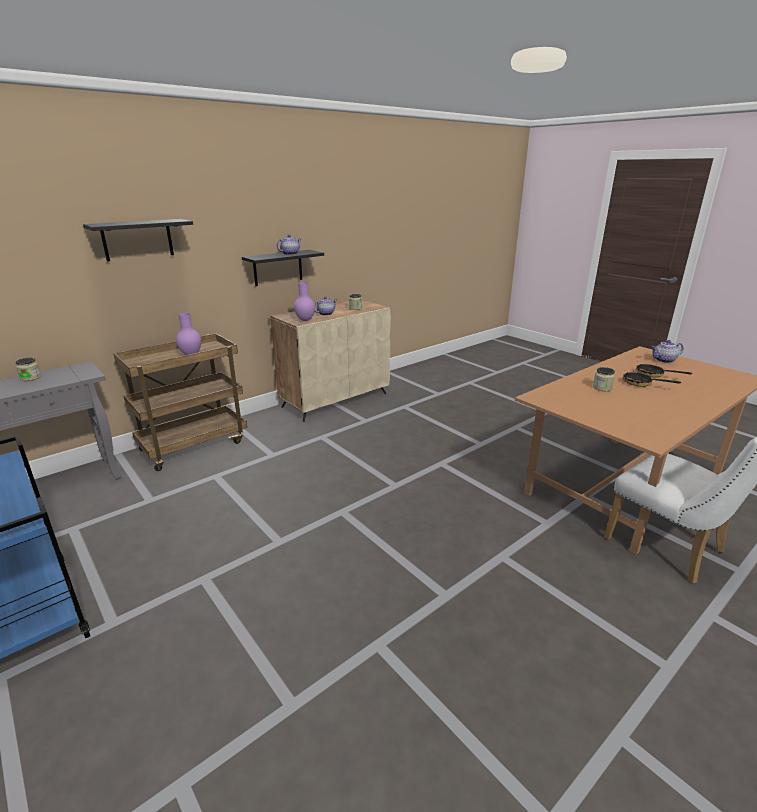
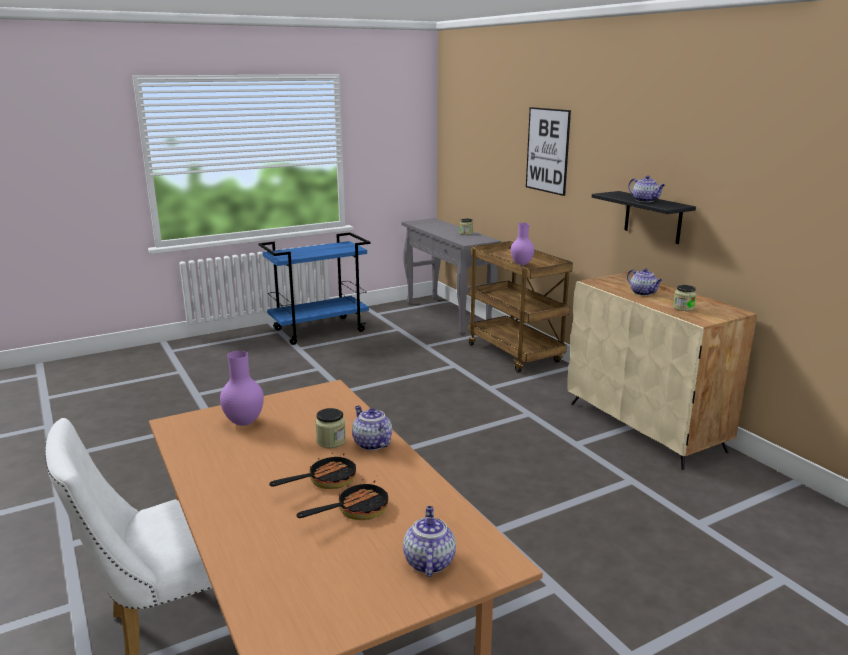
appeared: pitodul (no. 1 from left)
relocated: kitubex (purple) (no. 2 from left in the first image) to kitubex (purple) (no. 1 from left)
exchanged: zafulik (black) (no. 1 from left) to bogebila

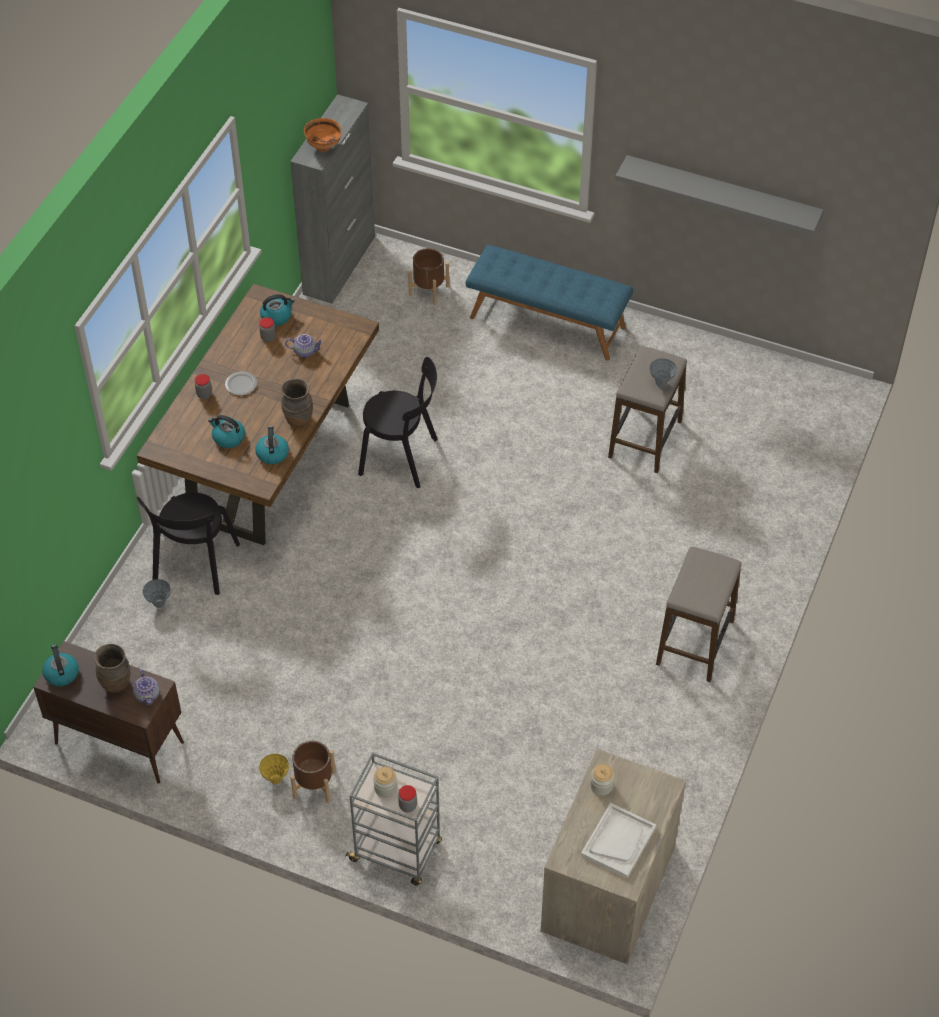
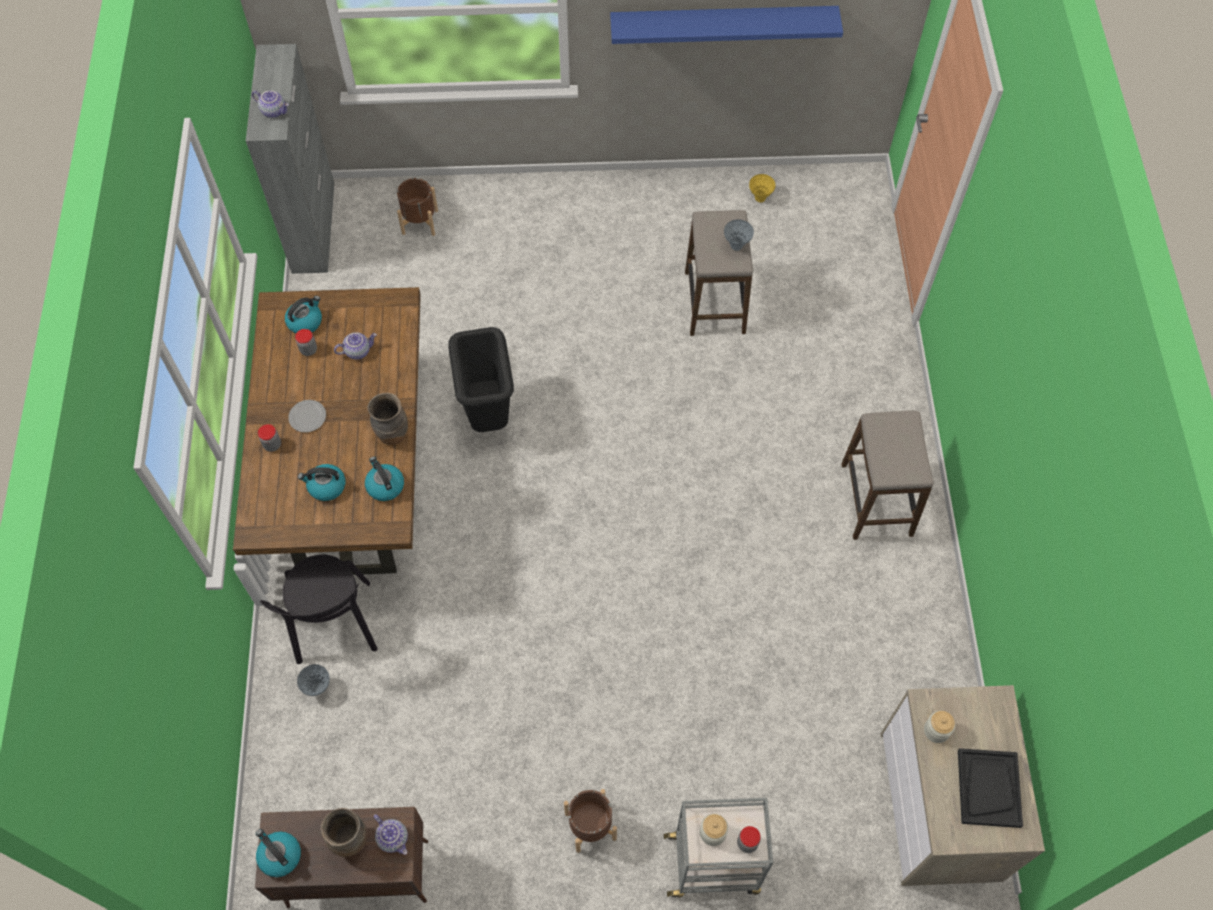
missing: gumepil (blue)
relocated: kitubex (yellow)
exchanged: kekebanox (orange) to pitodul (no. 1 from left); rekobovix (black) (no. 2 from left) to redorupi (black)
colour: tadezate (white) to tadezate (black); zafulik (grey) to zafulik (blue)

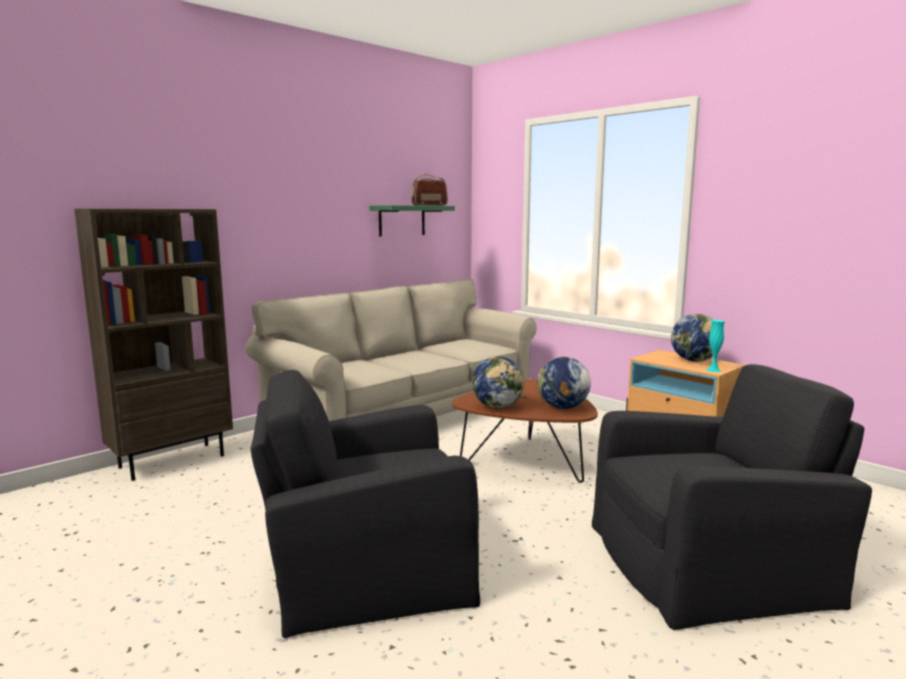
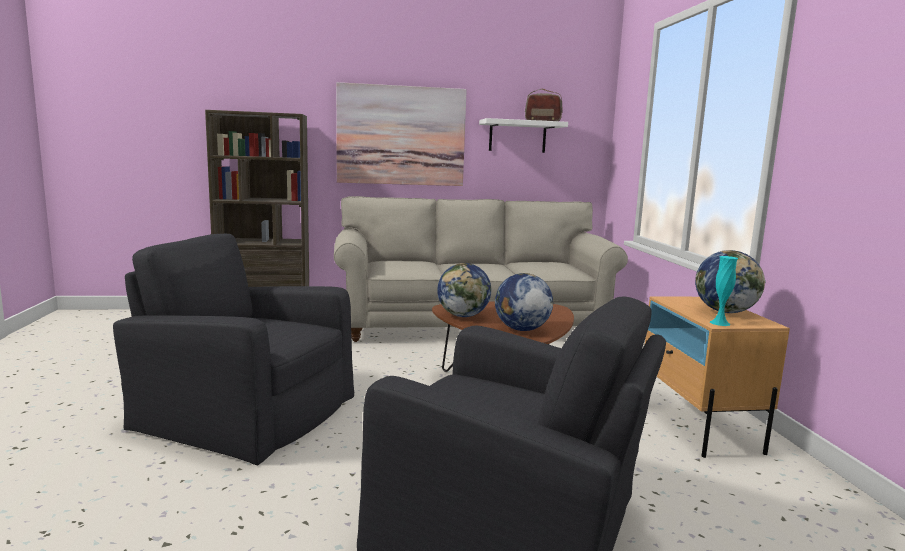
appeared: bogebila
colour: zafulik (green) to zafulik (white)

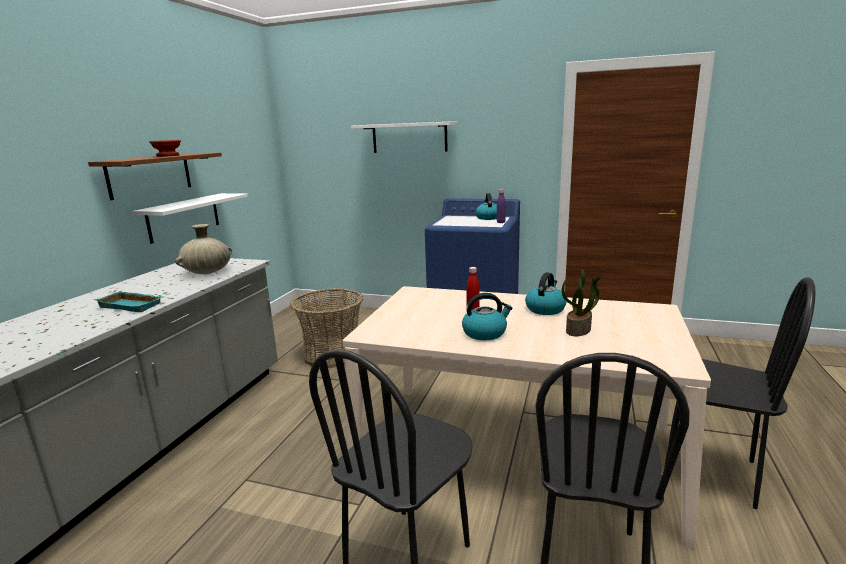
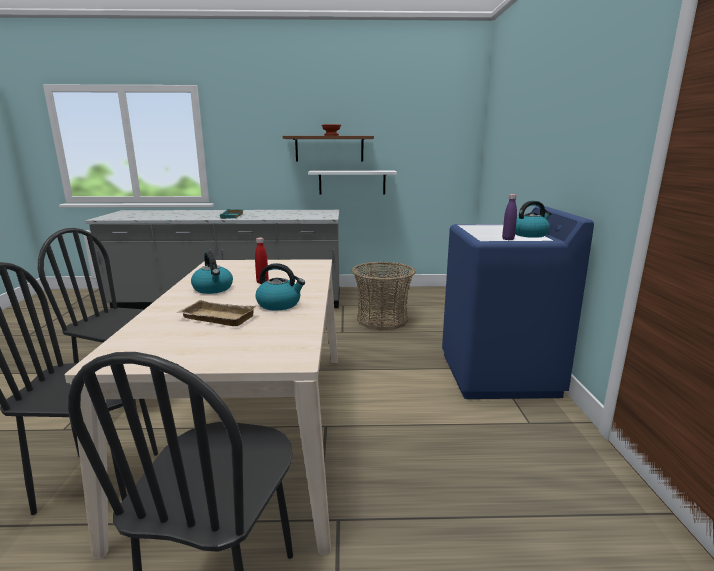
missing: kitubex (beige); zafulik (white) (no. 2 from left)
exchanged: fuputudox to tadezate (beige)

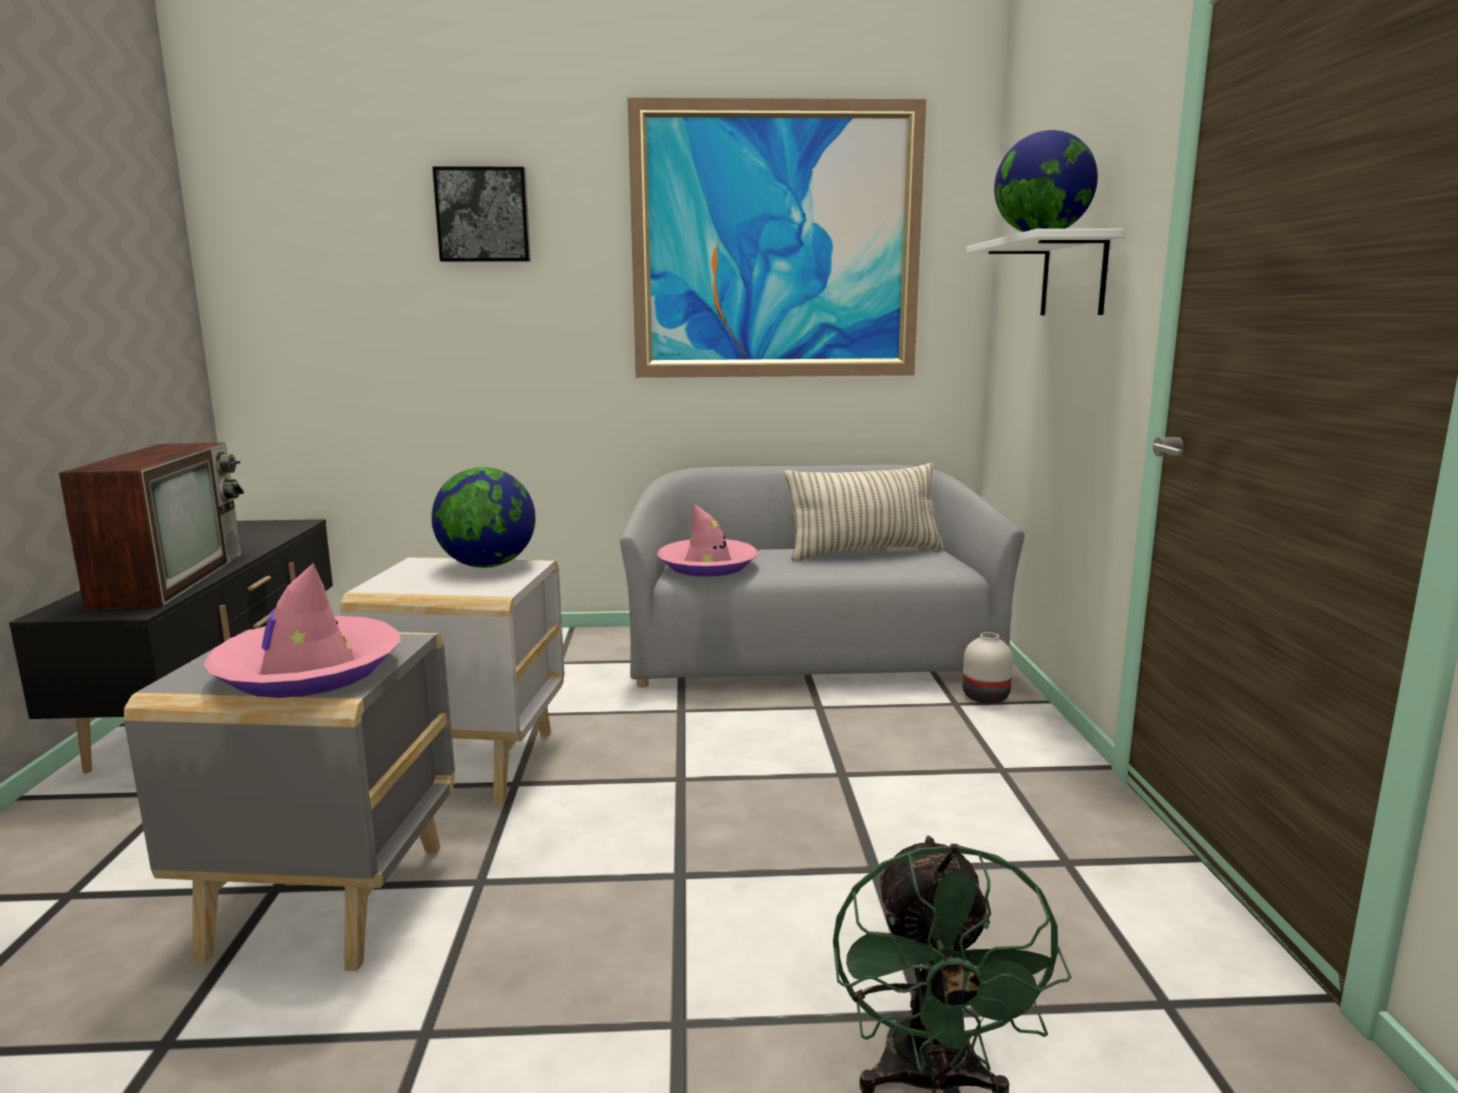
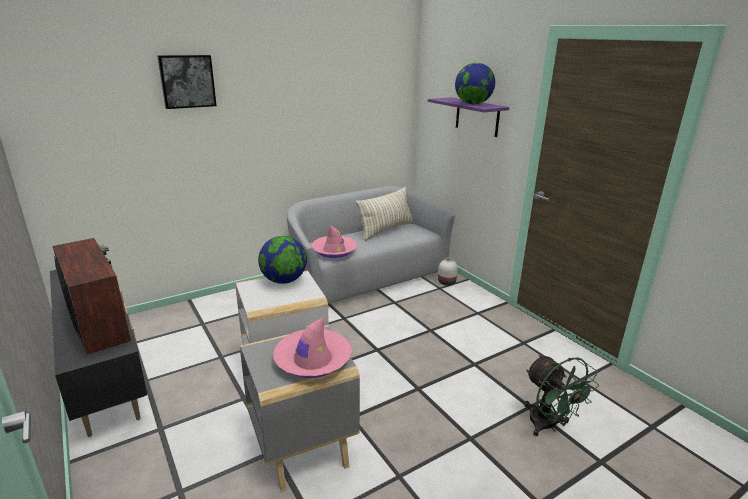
missing: bogebila (no. 2 from left)
colour: zafulik (white) to zafulik (purple)

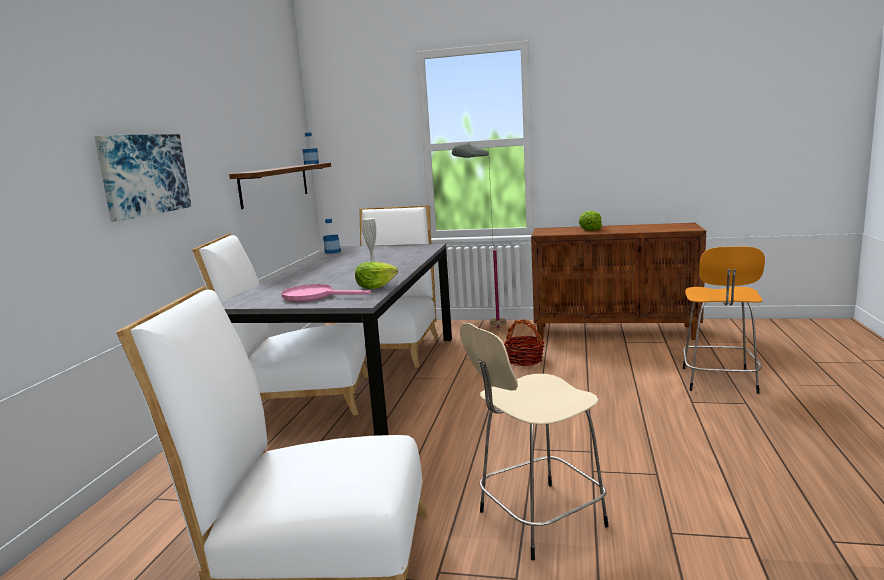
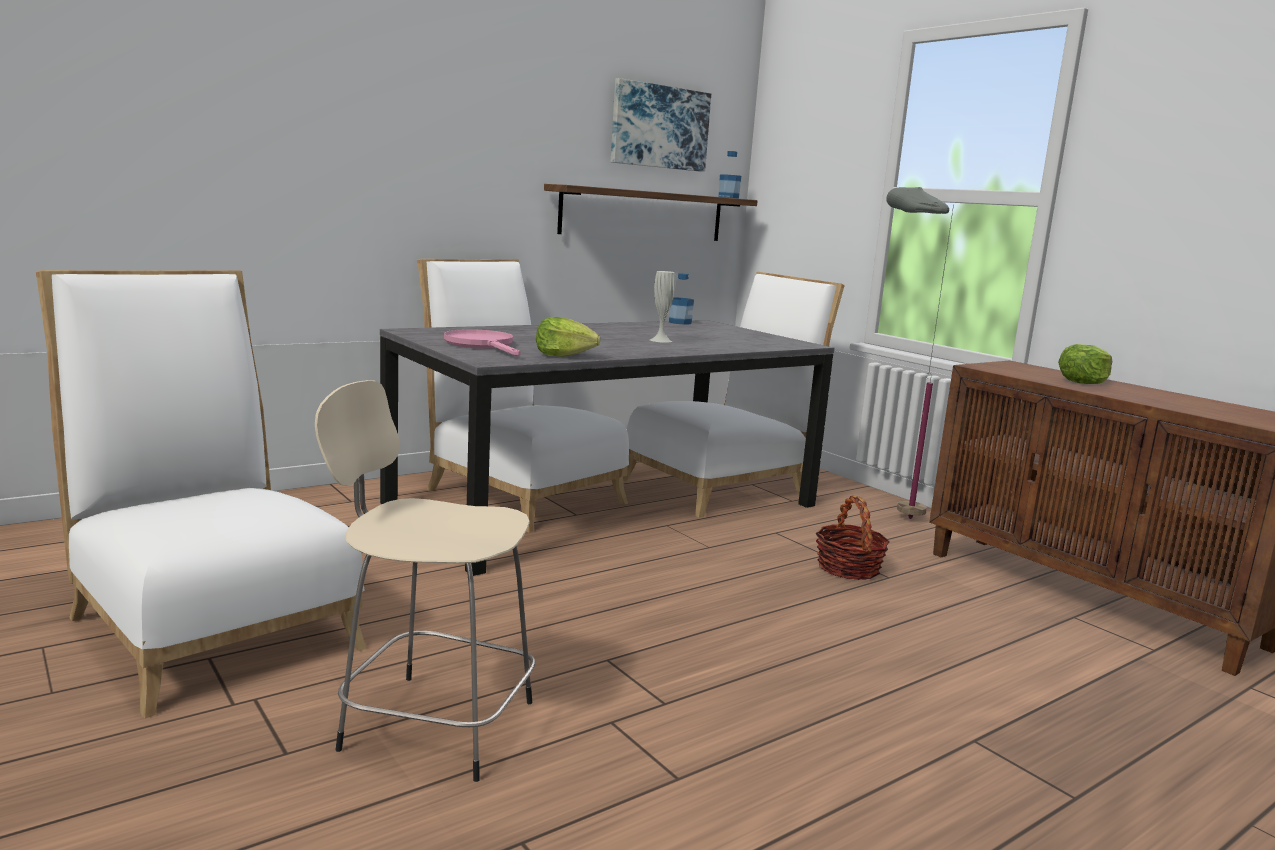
missing: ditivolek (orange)
relocated: bogebila

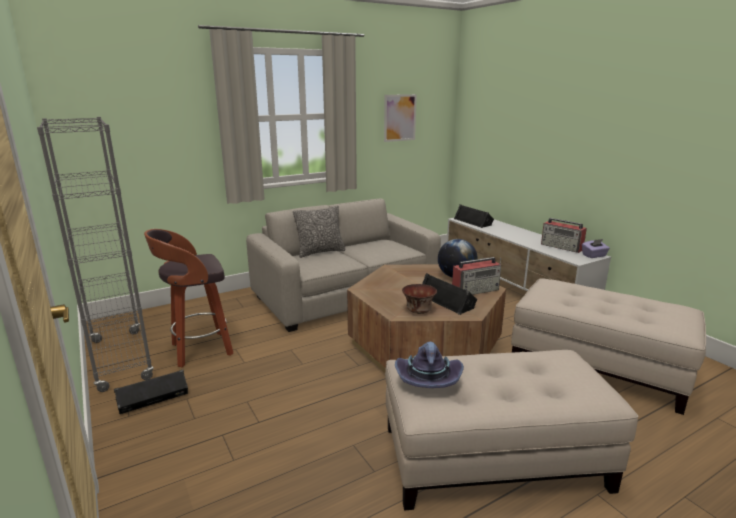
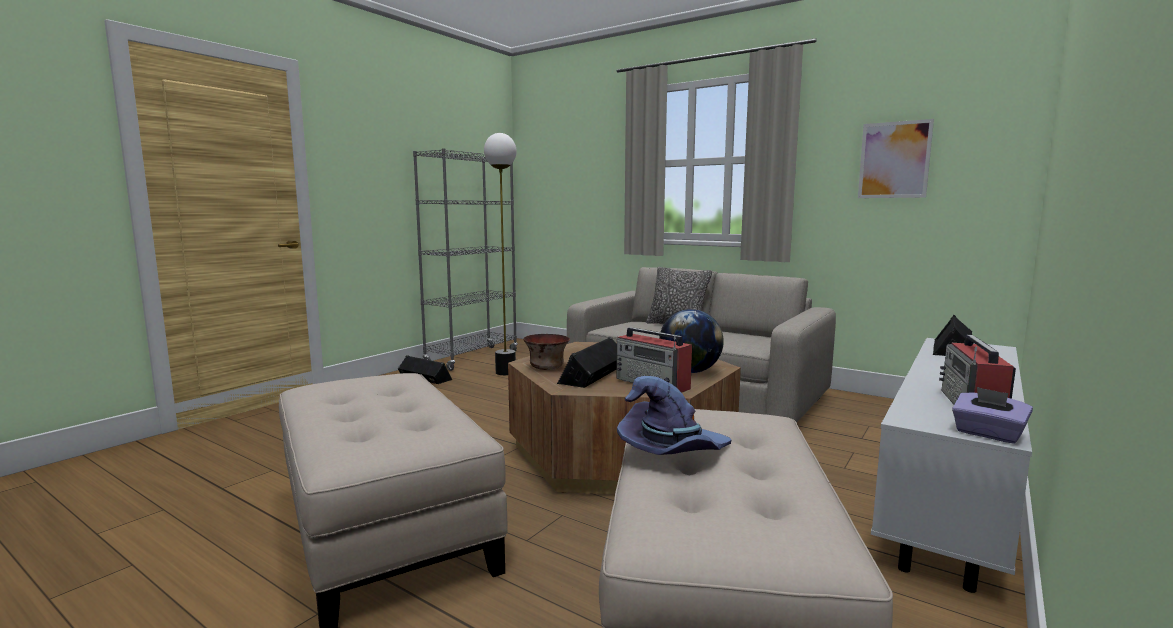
relocated: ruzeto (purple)
exchanged: ditivolek to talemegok

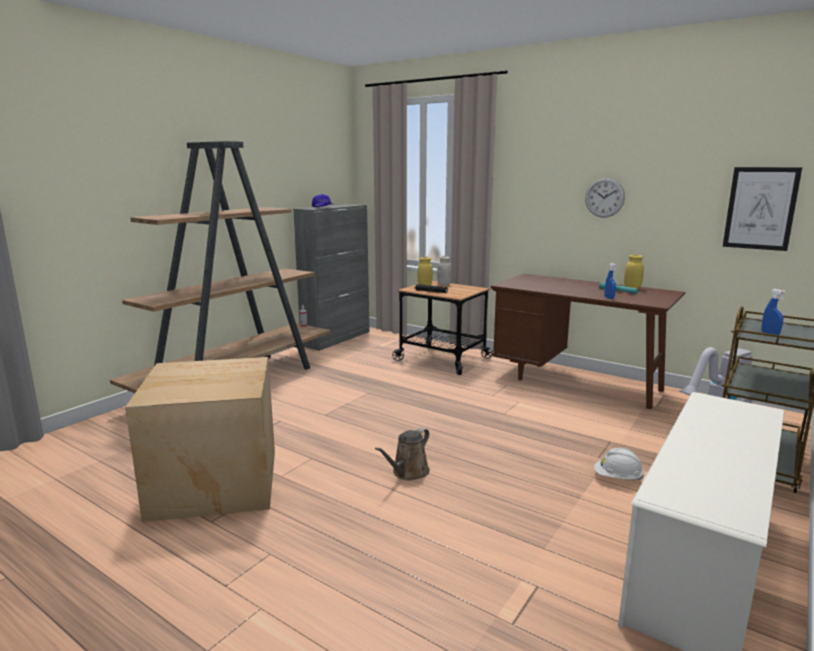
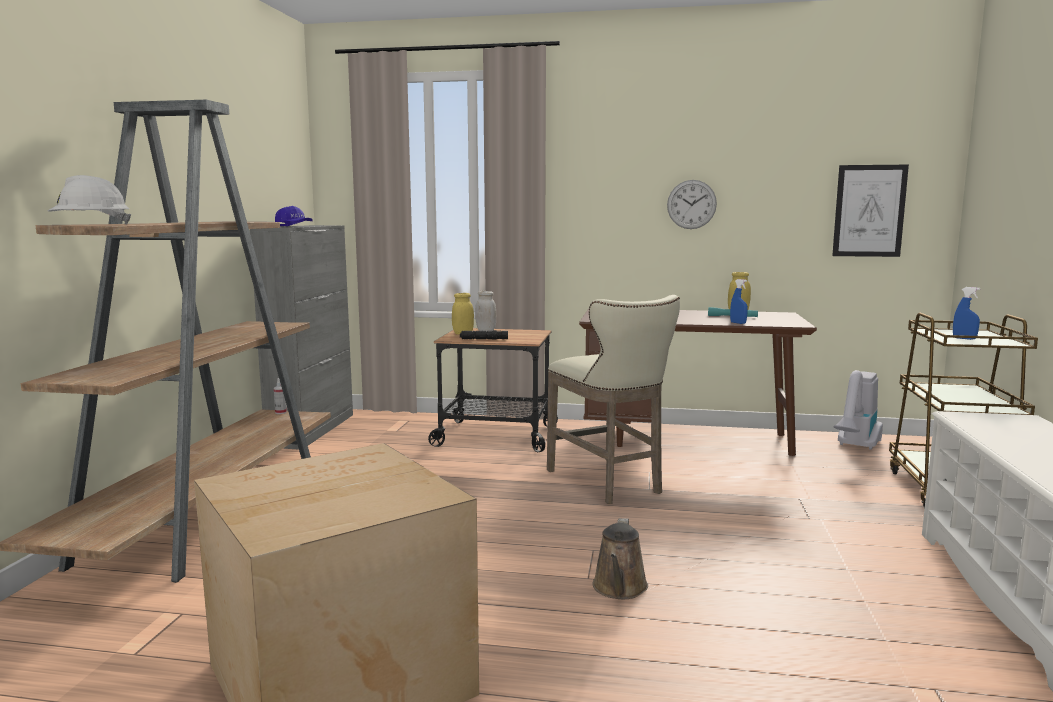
appeared: ditivolek (beige)
relocated: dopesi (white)

